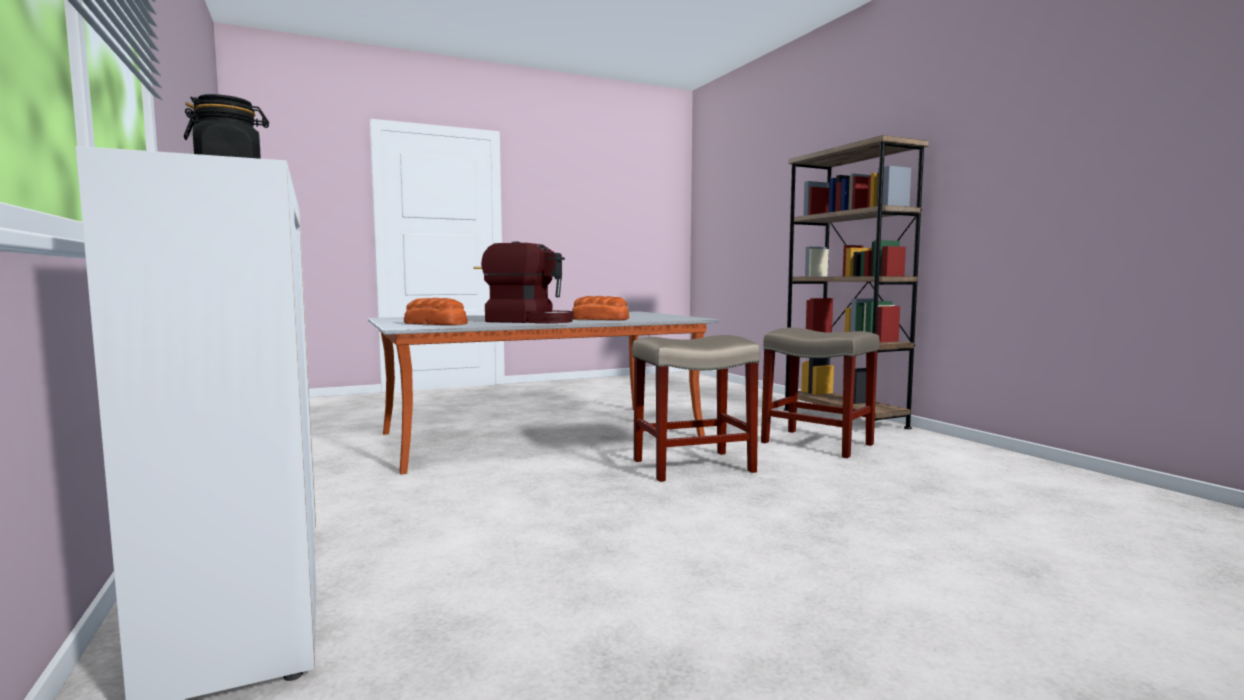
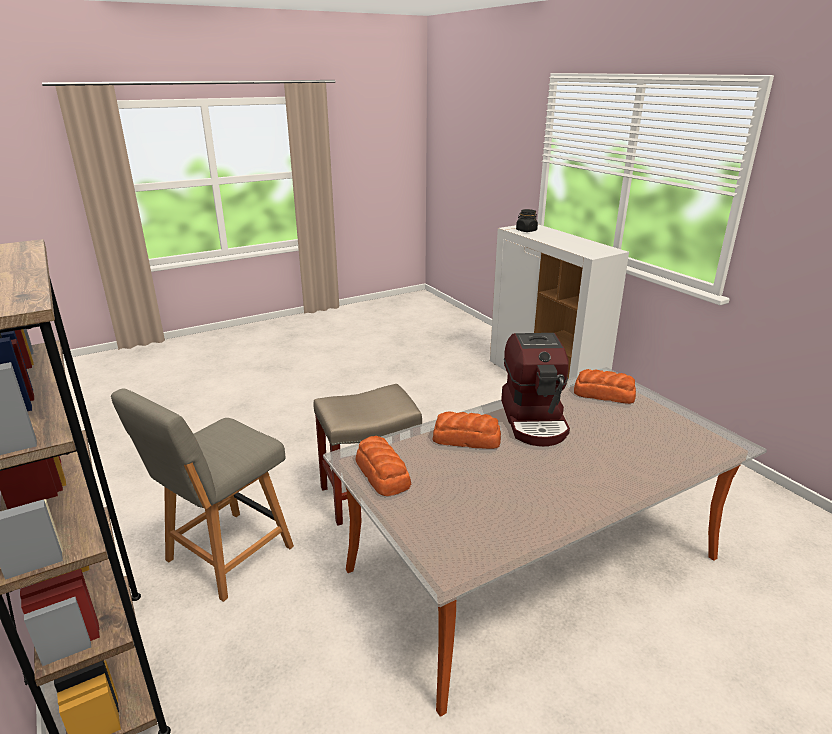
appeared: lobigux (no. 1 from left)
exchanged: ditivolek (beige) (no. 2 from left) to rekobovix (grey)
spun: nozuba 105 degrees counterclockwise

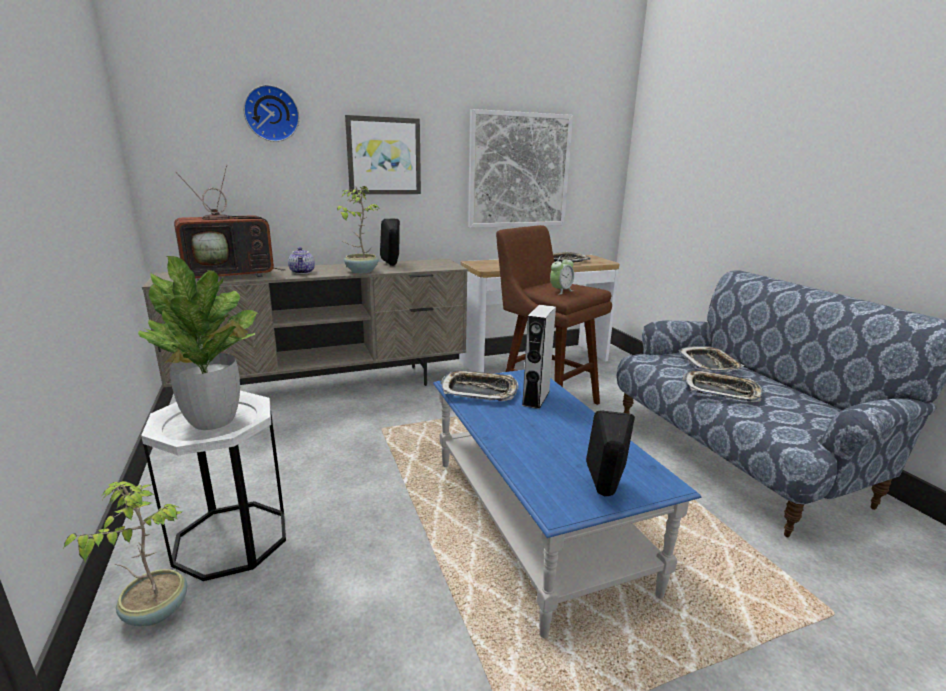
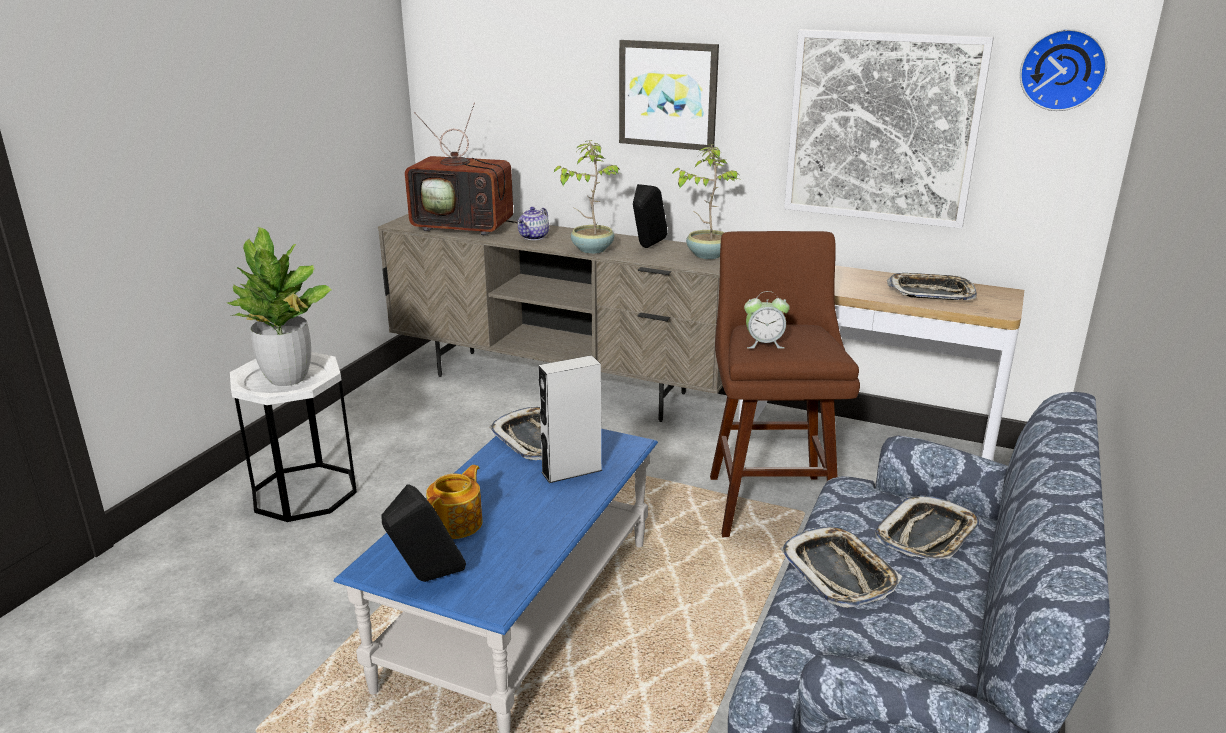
appeared: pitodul (no. 1 from left)
relocated: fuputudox (no. 1 from left in the first image) to fuputudox (no. 3 from left); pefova

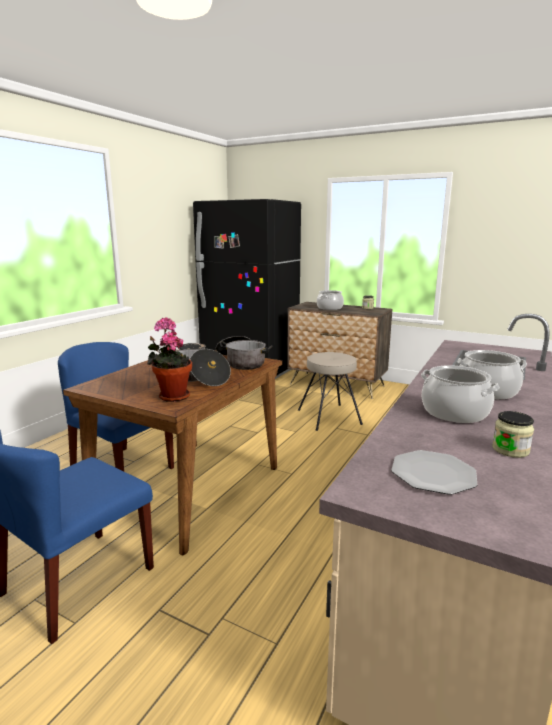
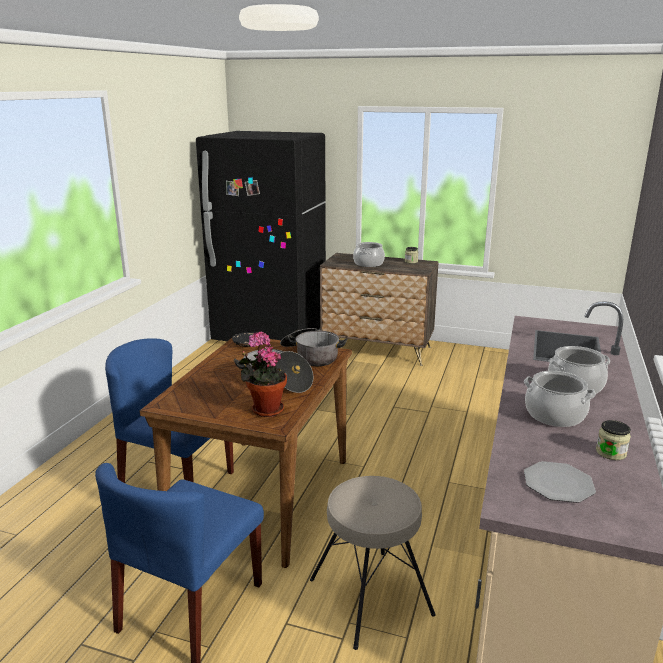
relocated: ditivolek (beige)

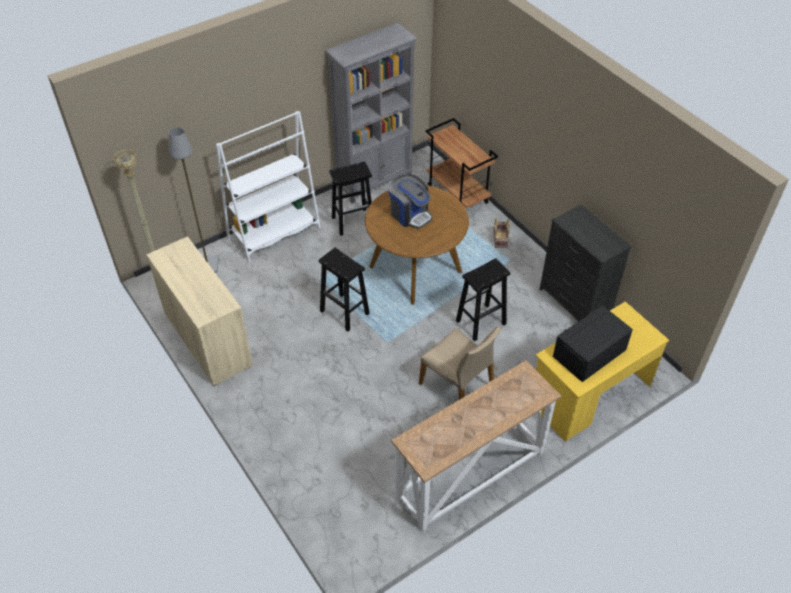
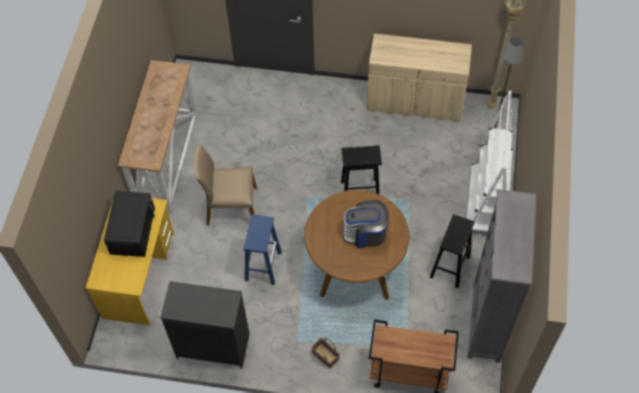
colour: ditivolek (black) (no. 3 from left) to ditivolek (blue)

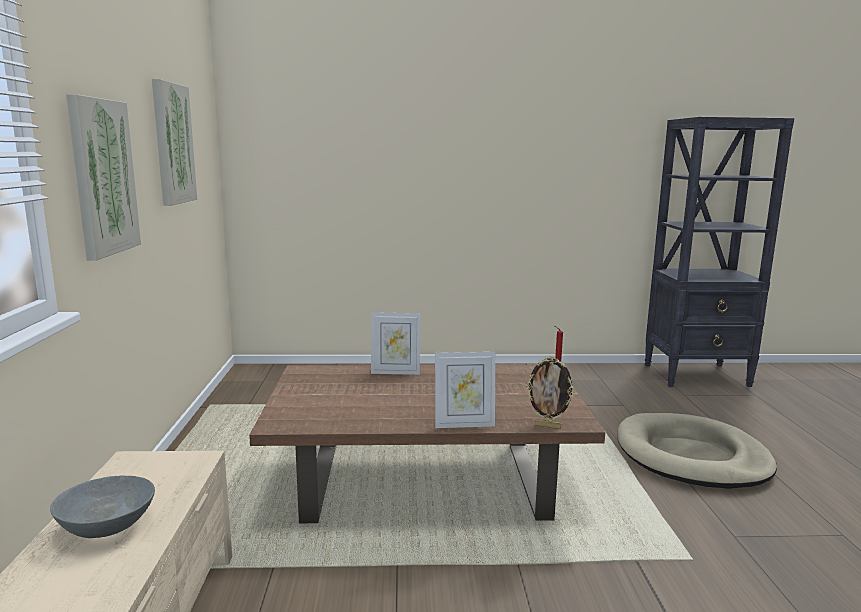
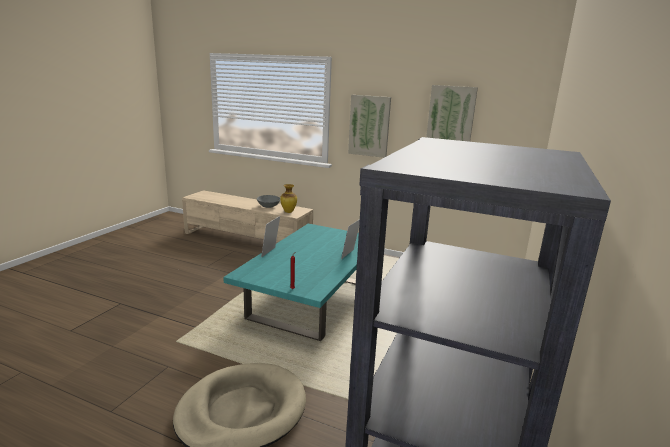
missing: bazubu (no. 3 from left)
appeared: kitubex
colour: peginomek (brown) to peginomek (turquoise)

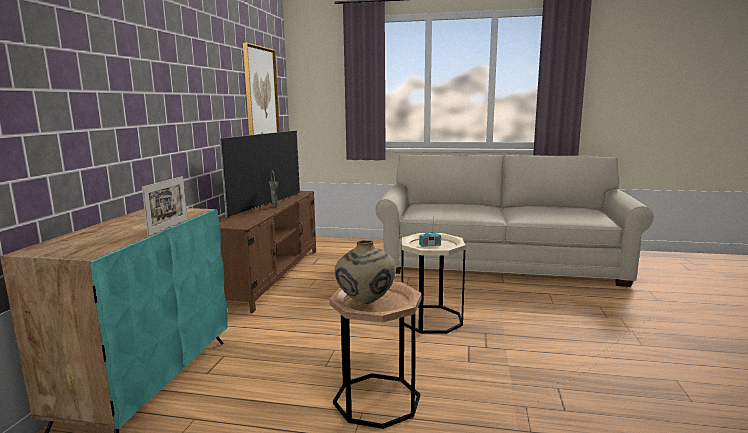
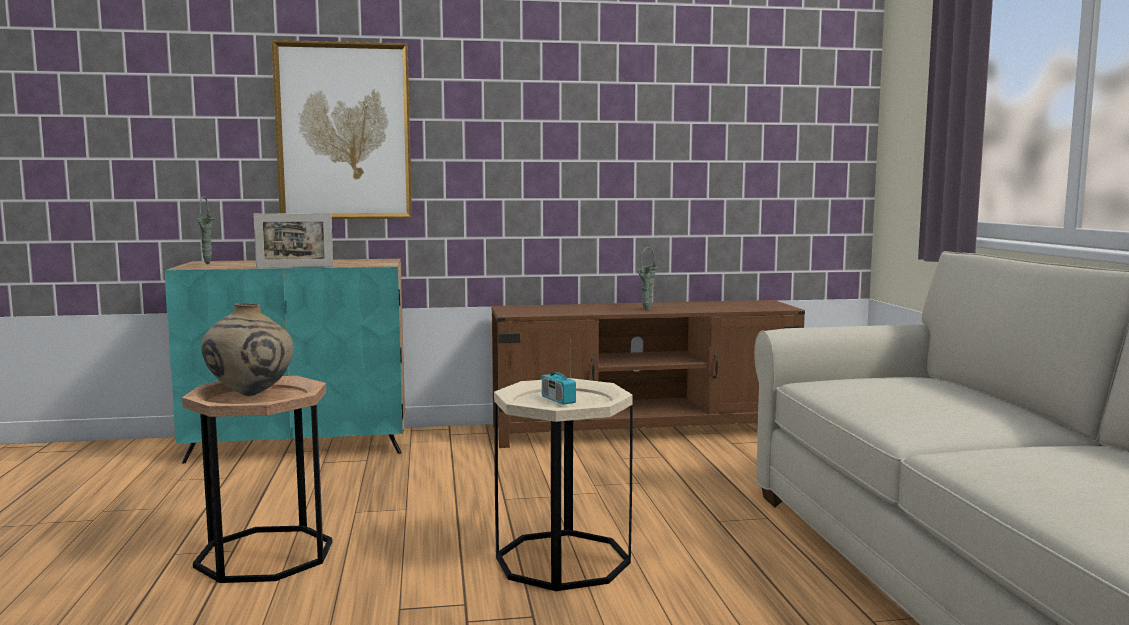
missing: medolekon
appeared: kitubex (green) (no. 1 from left)
relocated: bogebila

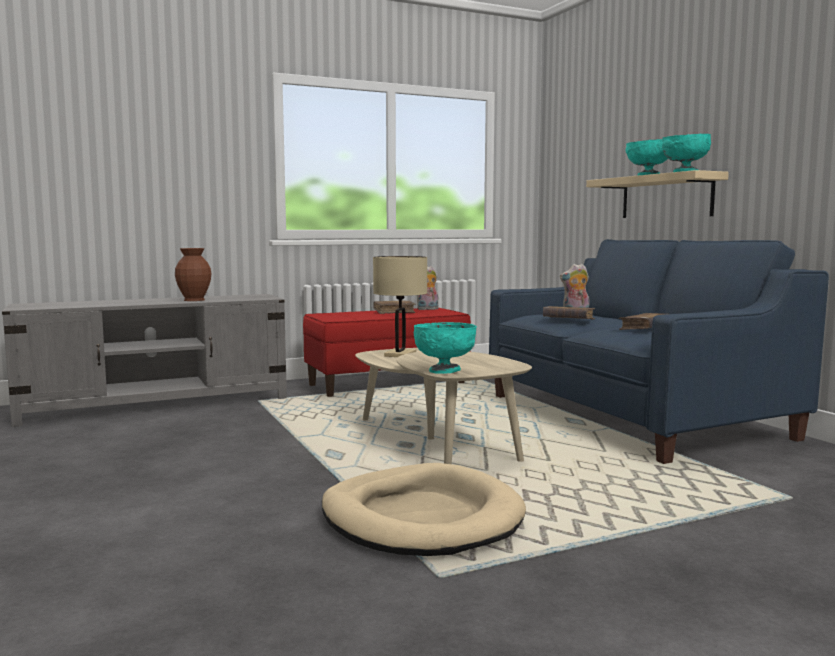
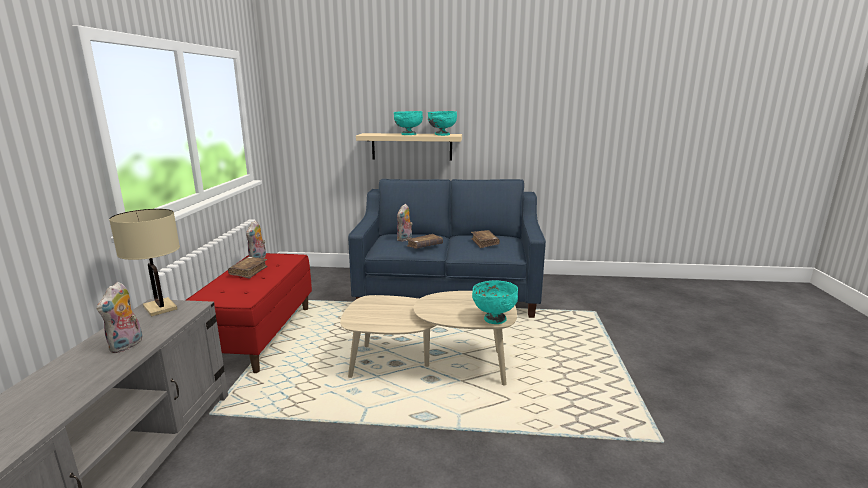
missing: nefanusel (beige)
relocated: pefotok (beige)
exchanged: kitubex (brown) to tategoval (no. 1 from left)

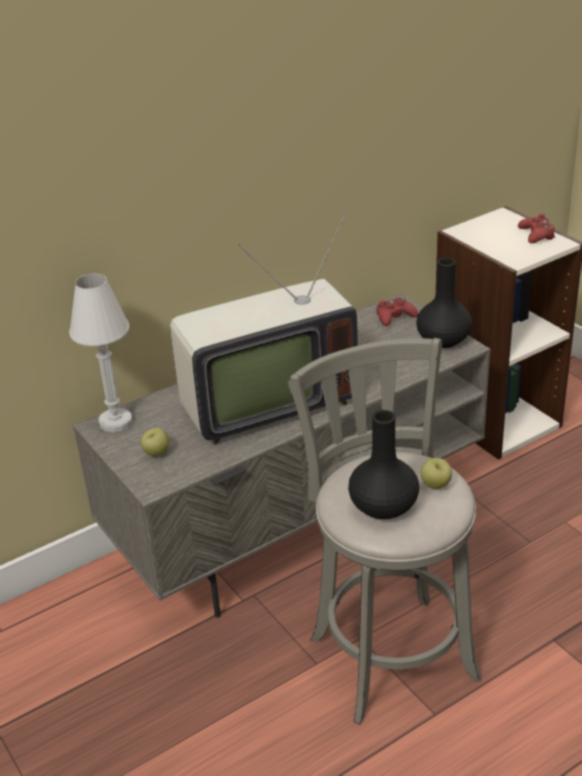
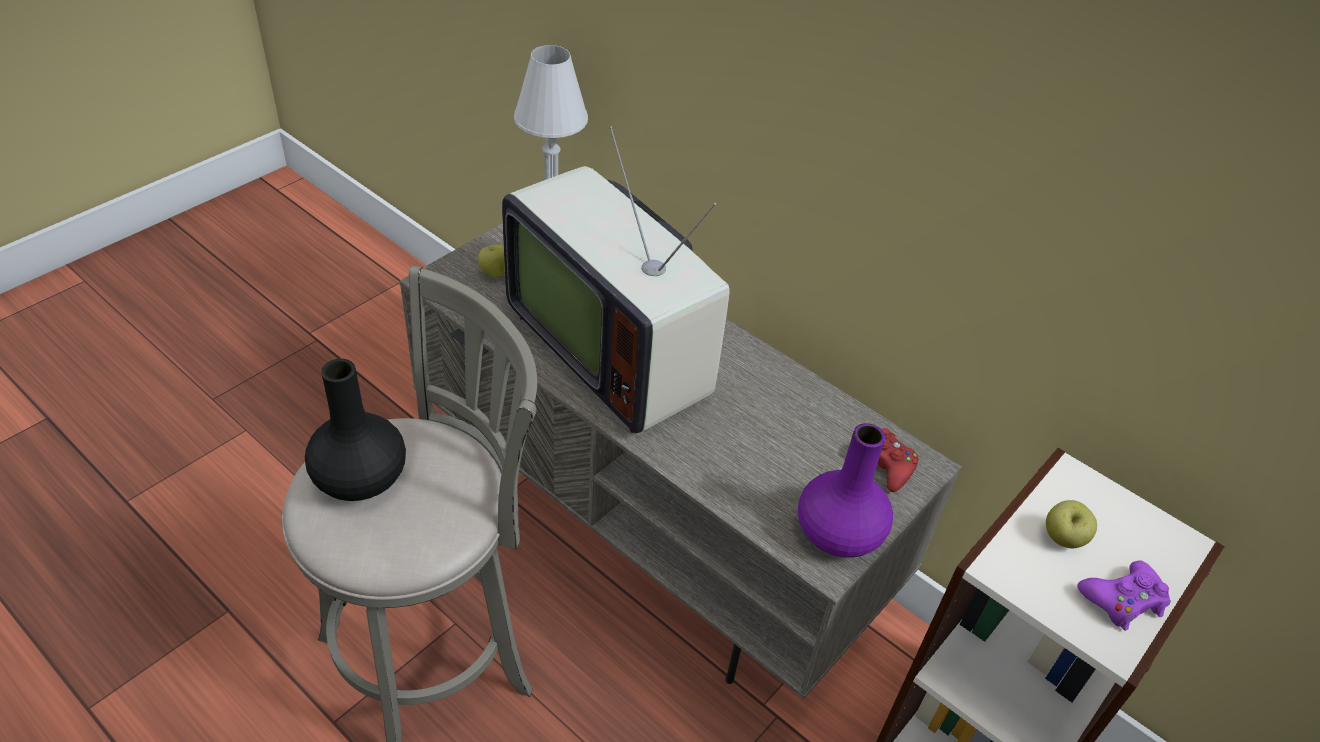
relocated: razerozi (no. 2 from left)
colour: kitubex (black) (no. 2 from left) to kitubex (purple); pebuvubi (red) (no. 2 from left) to pebuvubi (purple)

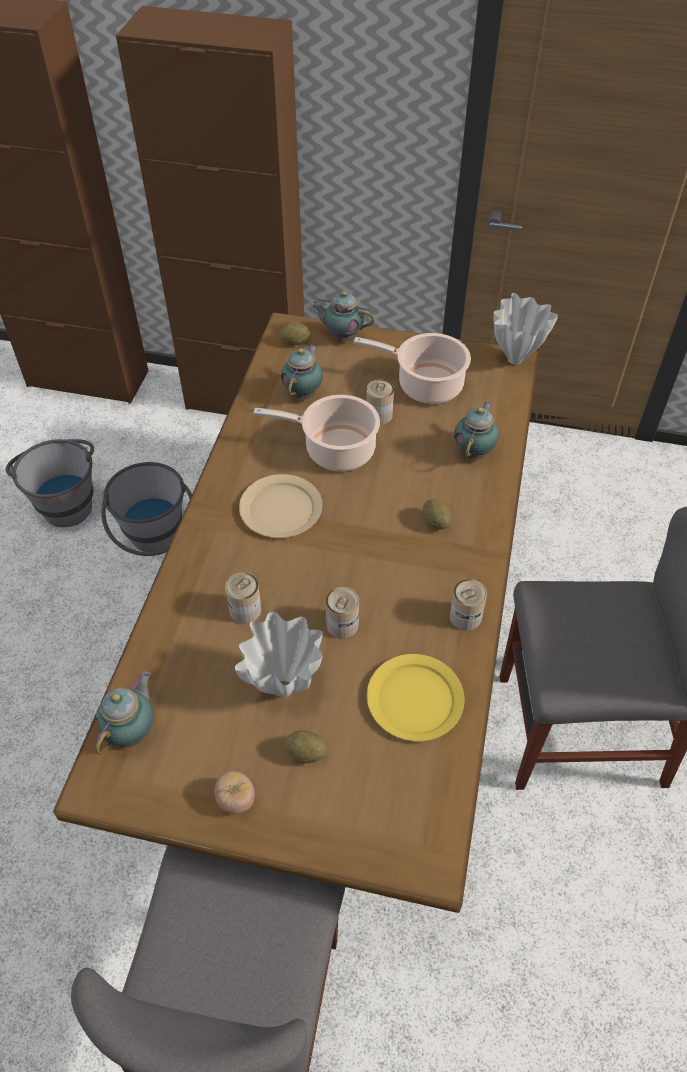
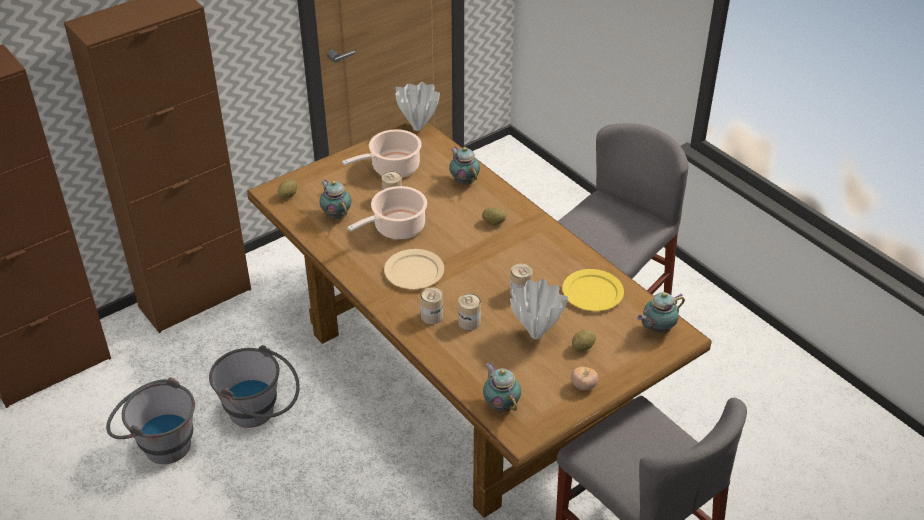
relocated: pitodul (no. 3 from left in the first image) to pitodul (no. 4 from left); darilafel (no. 4 from left in the first image) to darilafel (no. 2 from left)

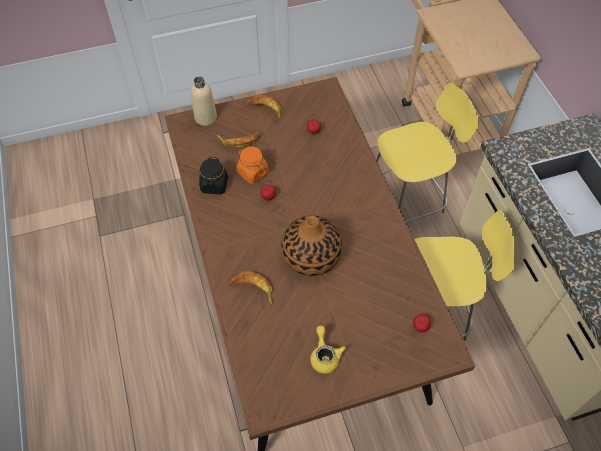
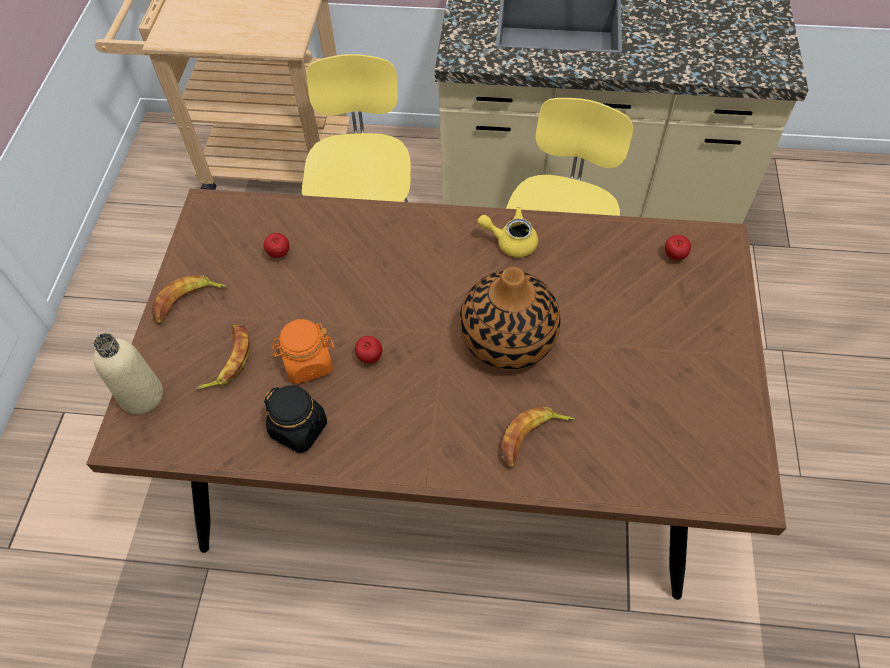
relocated: pitodul (yellow)

